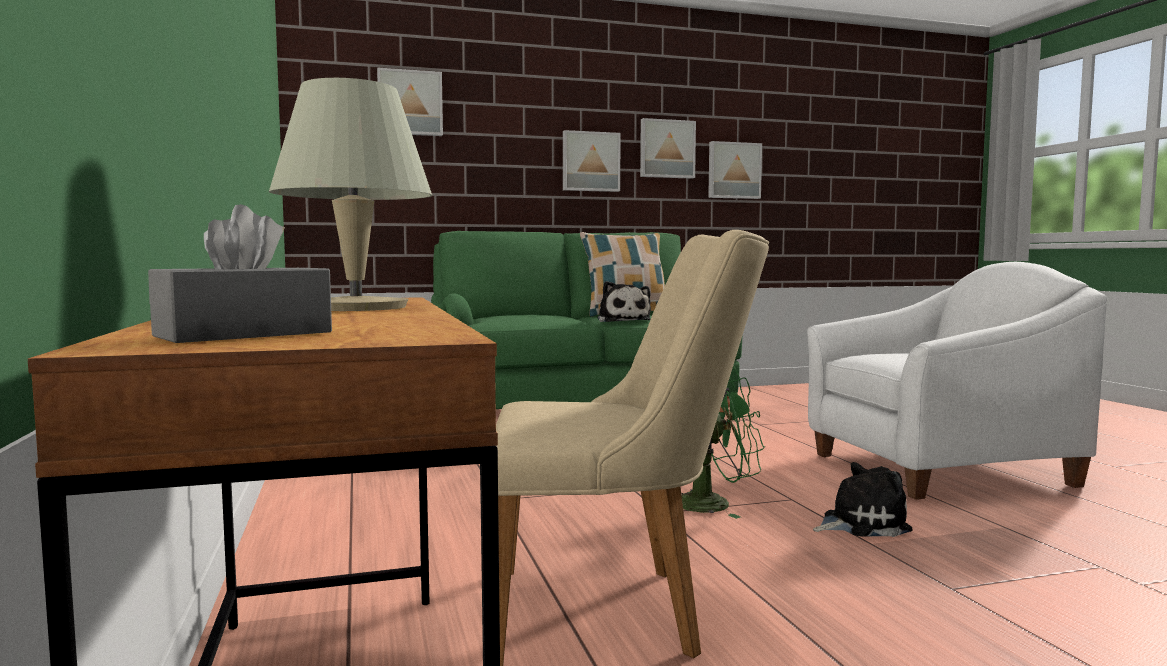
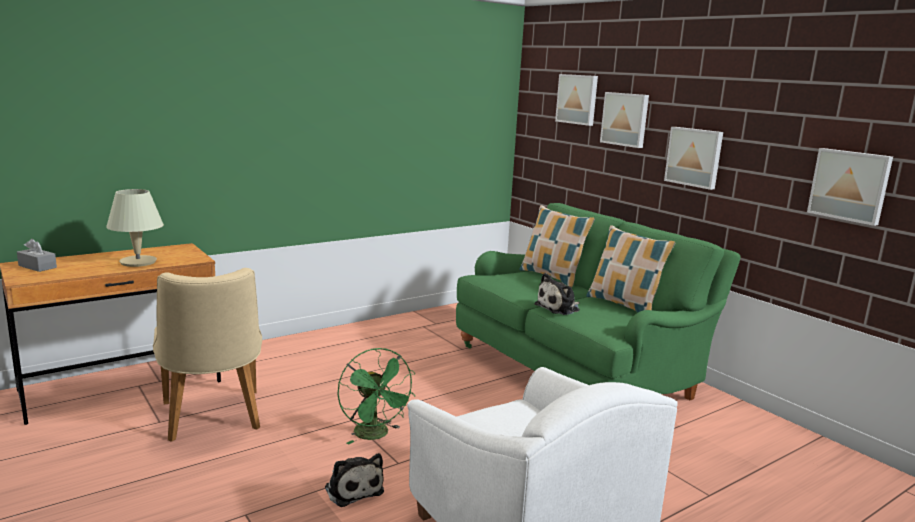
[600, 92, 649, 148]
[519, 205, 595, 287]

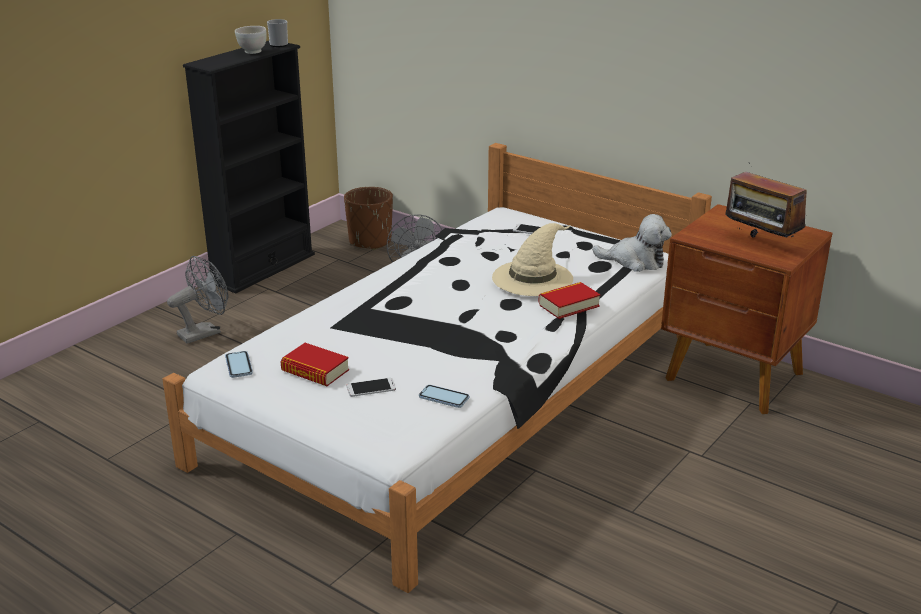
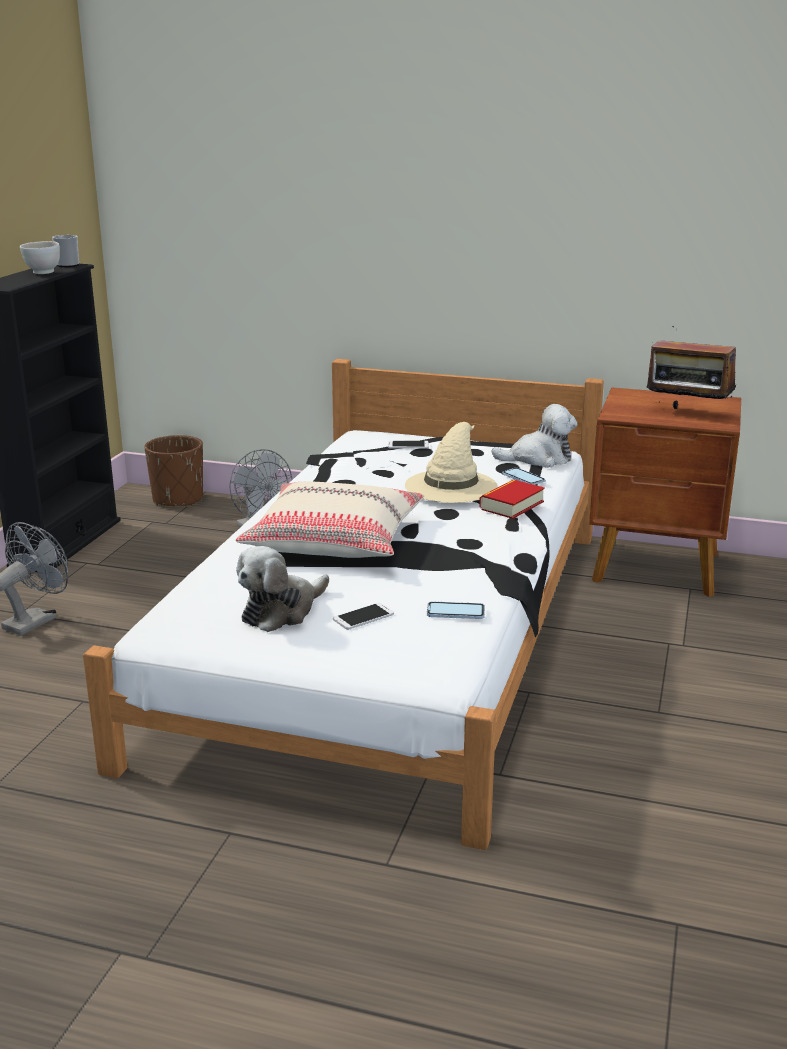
[502, 468, 545, 485]
[236, 546, 329, 632]
[236, 482, 424, 558]

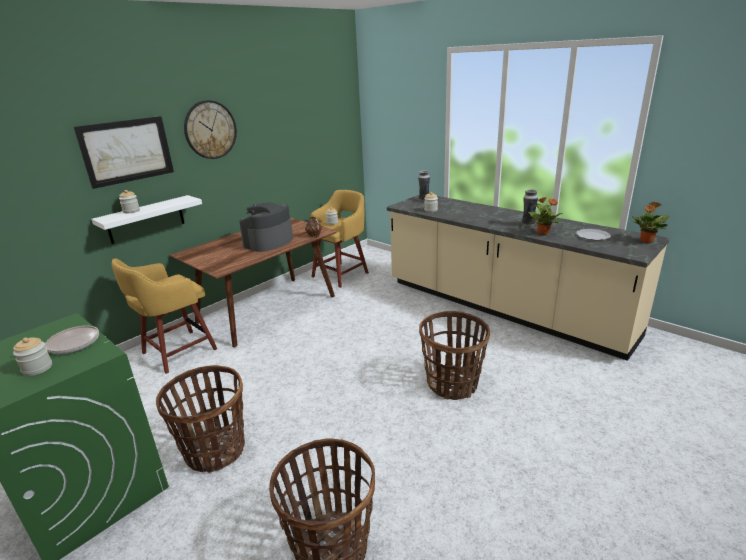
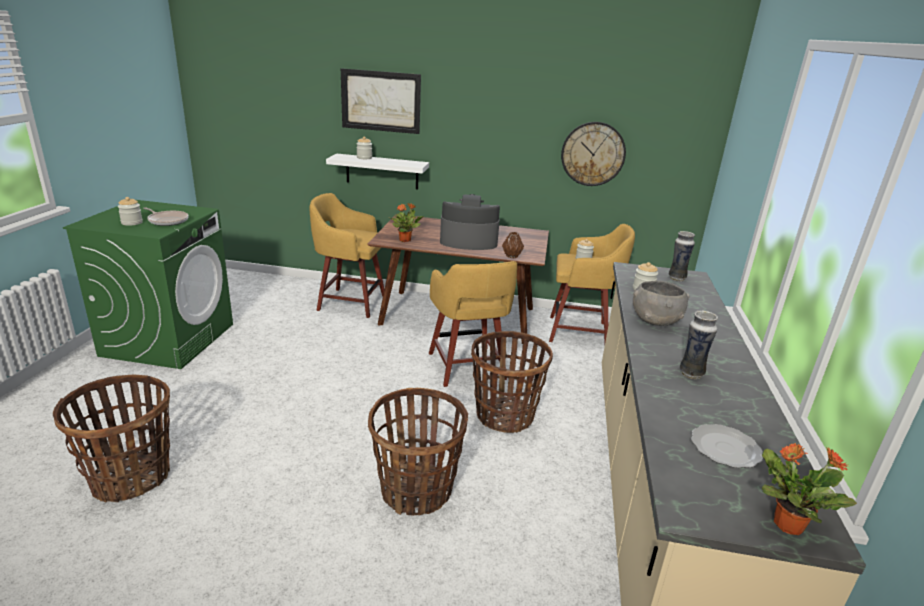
[471, 331, 553, 433]
[561, 122, 626, 186]
[388, 203, 424, 242]
[429, 261, 517, 387]
[633, 281, 690, 326]

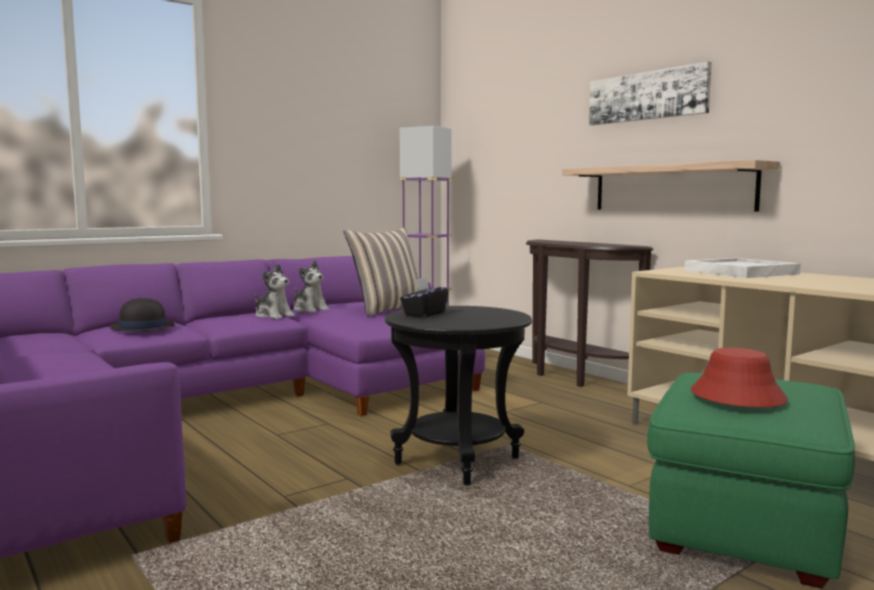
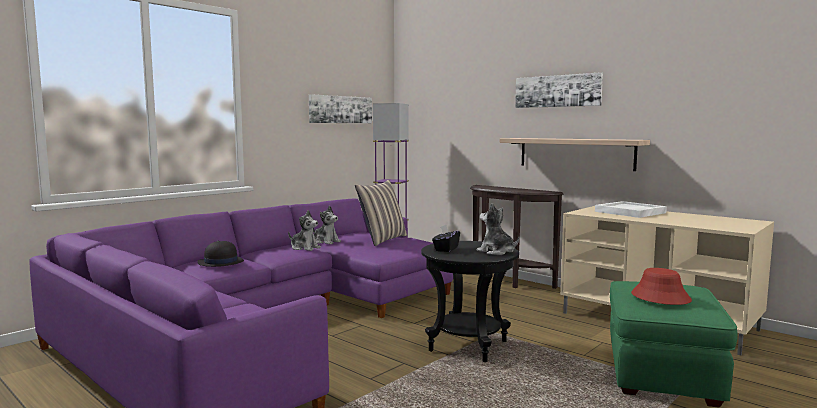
[309, 94, 372, 123]
[477, 203, 519, 255]

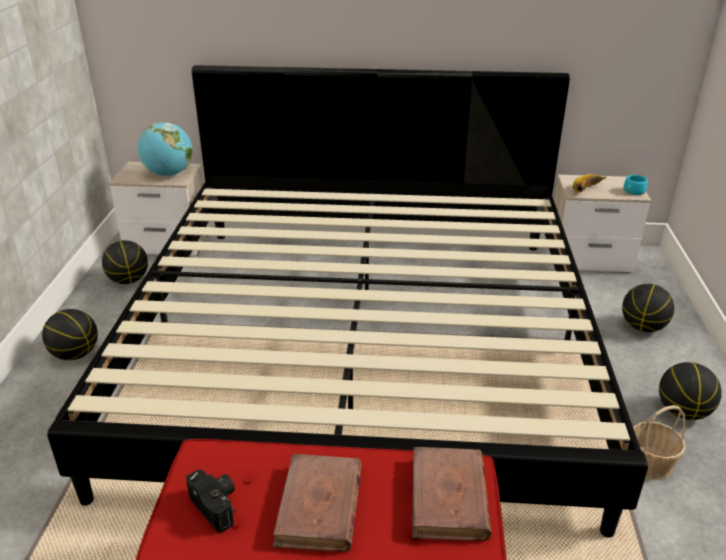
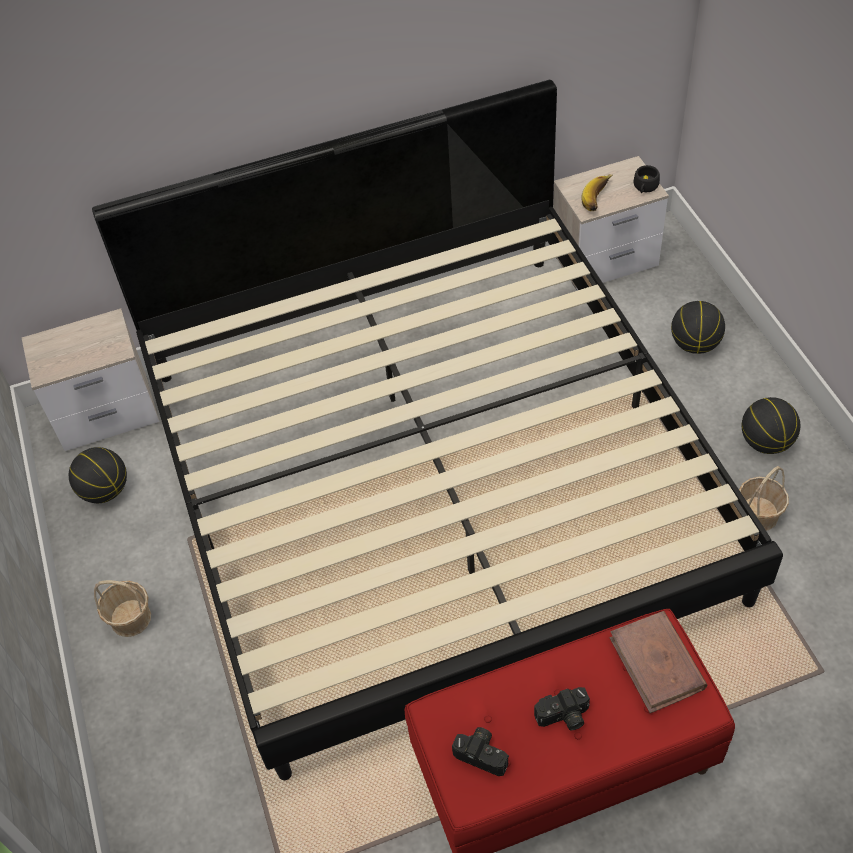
[94, 580, 151, 637]
[138, 122, 193, 176] (first image)
[534, 687, 590, 730]
[633, 165, 660, 193]

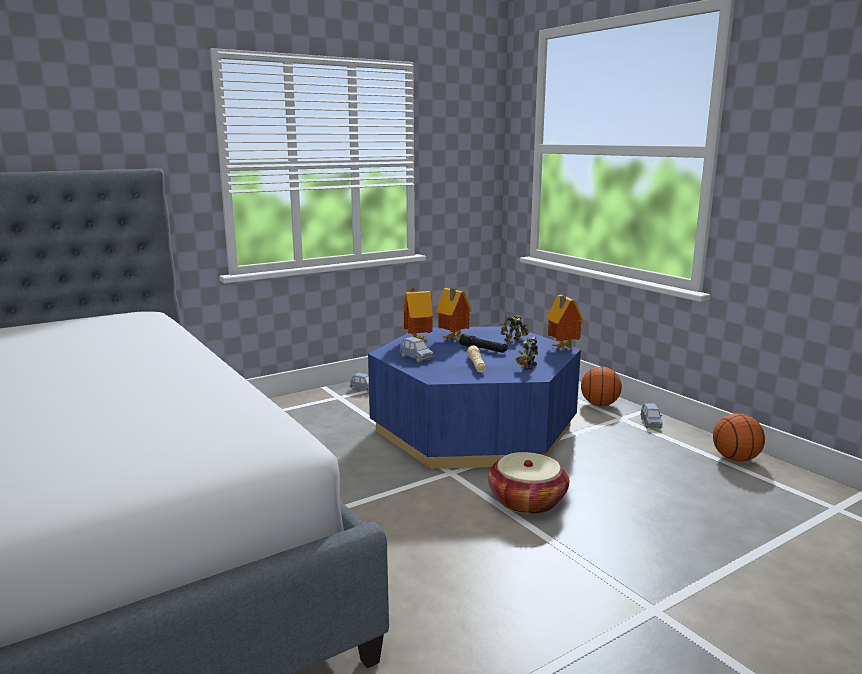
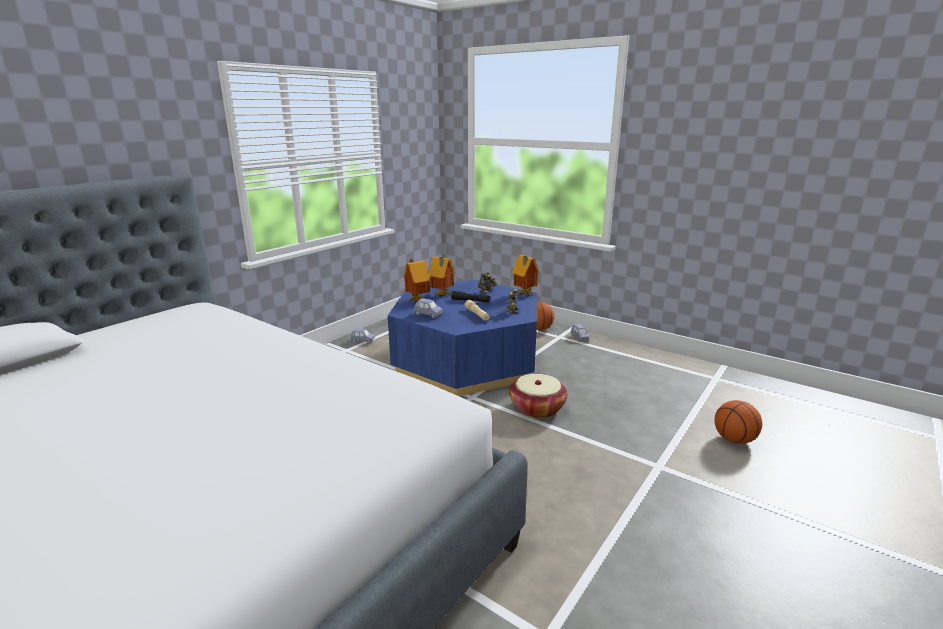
[715, 400, 762, 444]

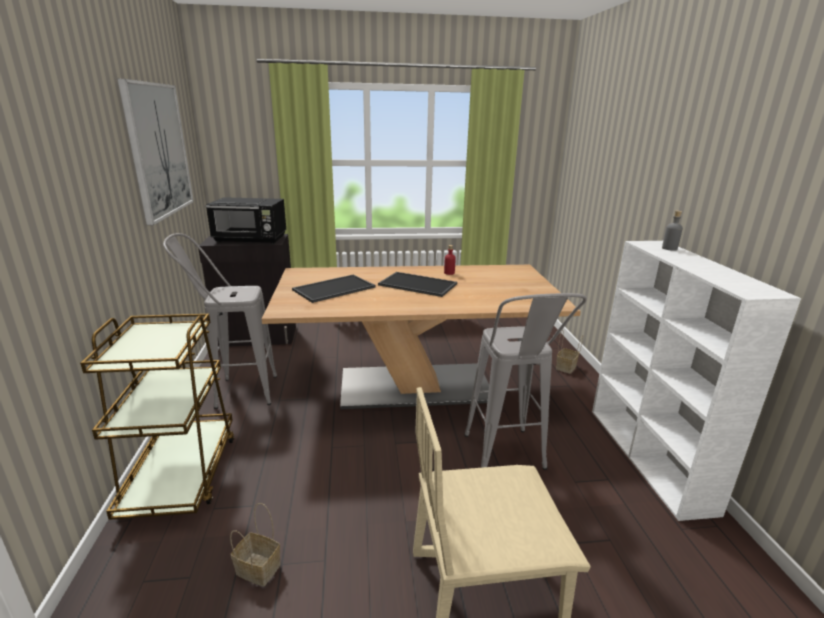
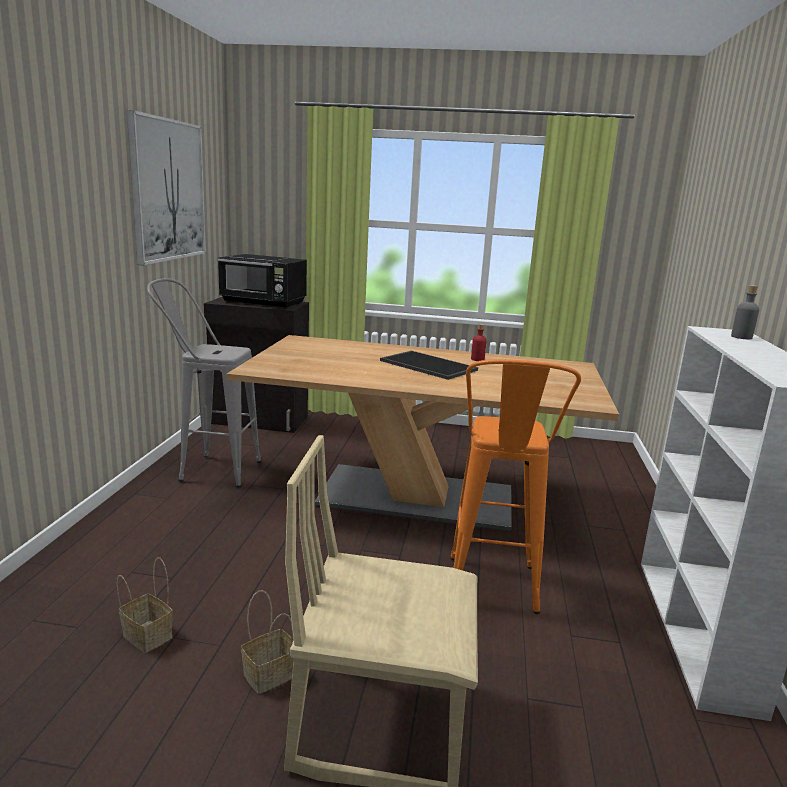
[80, 314, 235, 520] (first image)
[292, 275, 376, 303] (first image)
[450, 359, 581, 614]
[241, 590, 294, 694]

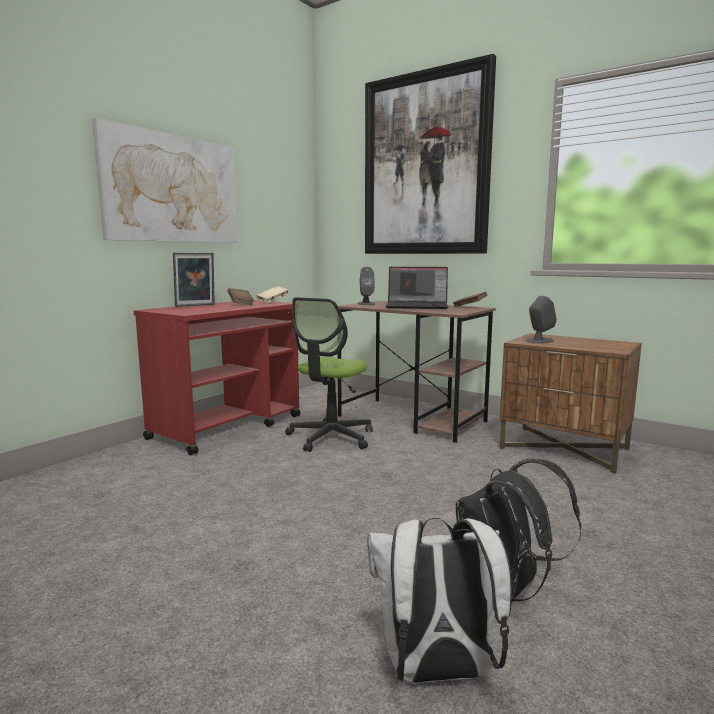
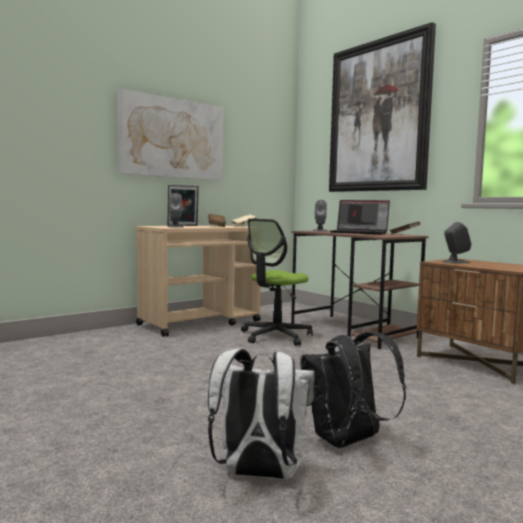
[135, 226, 261, 337]
[168, 193, 183, 228]

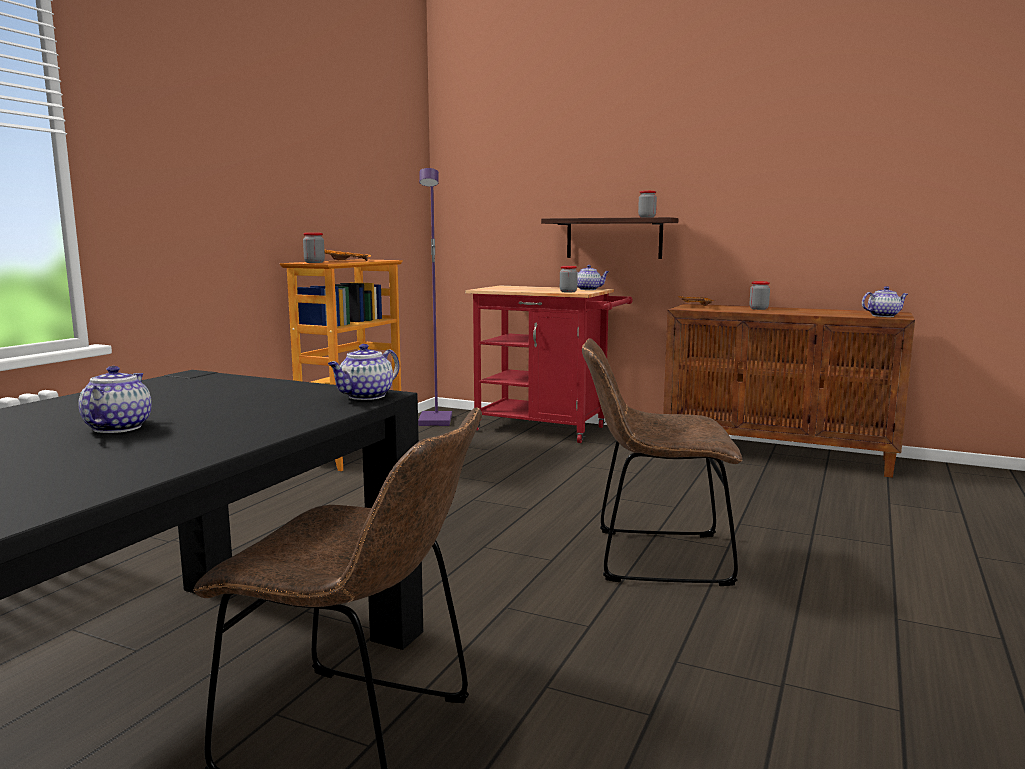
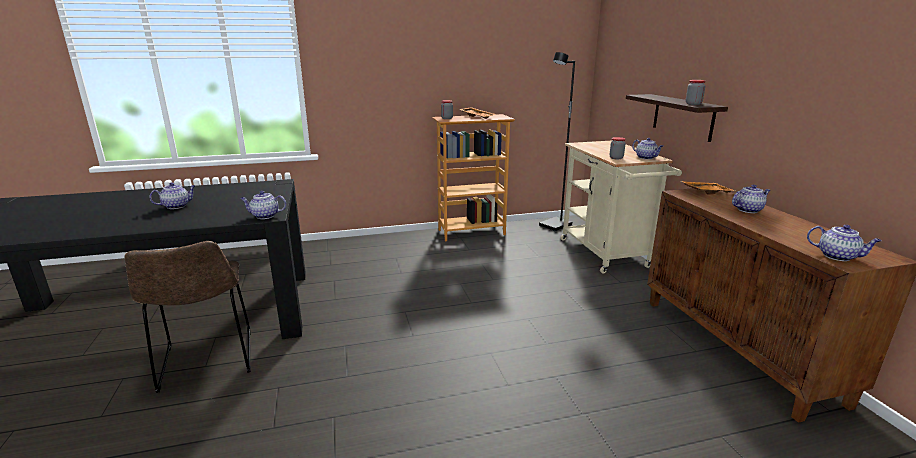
[539, 52, 575, 232]
[560, 140, 682, 273]
[582, 339, 742, 586] (first image)
[732, 184, 770, 213]

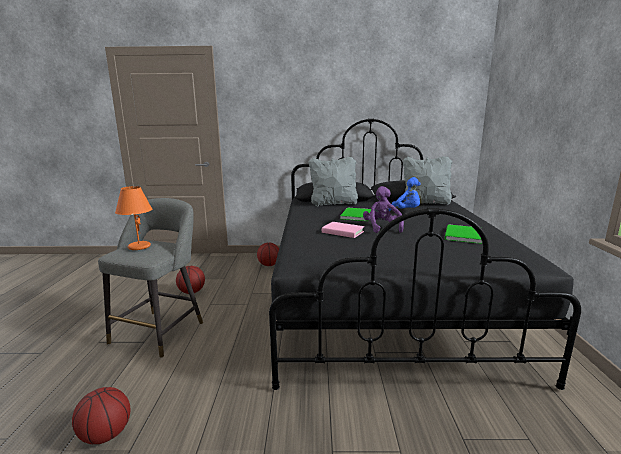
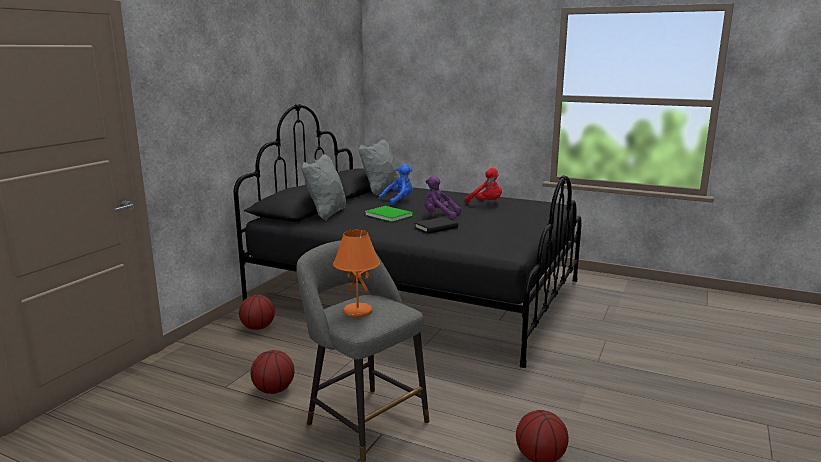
[414, 217, 458, 234]
[465, 168, 502, 204]

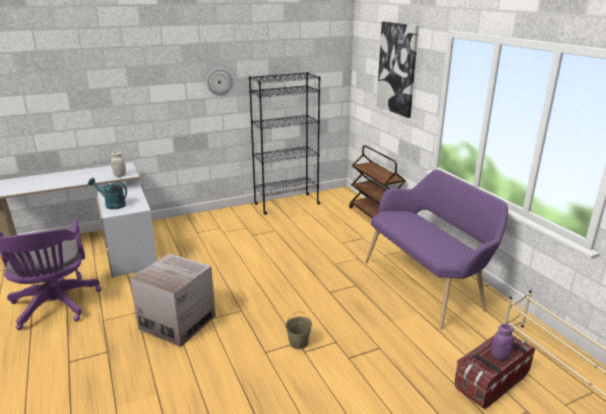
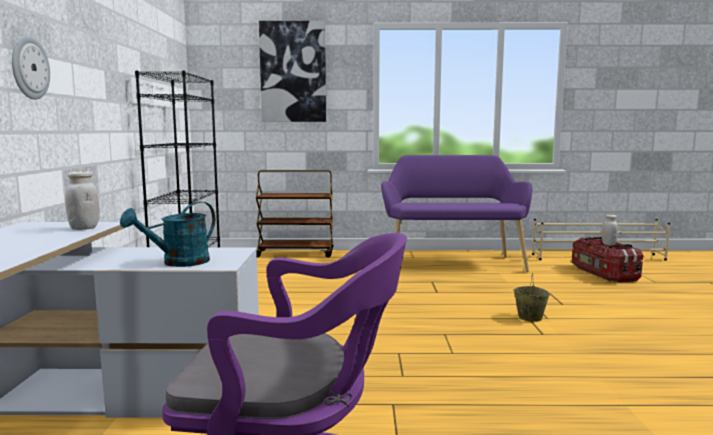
[130, 253, 216, 347] (first image)
[12, 36, 50, 100]
[602, 214, 618, 245]

